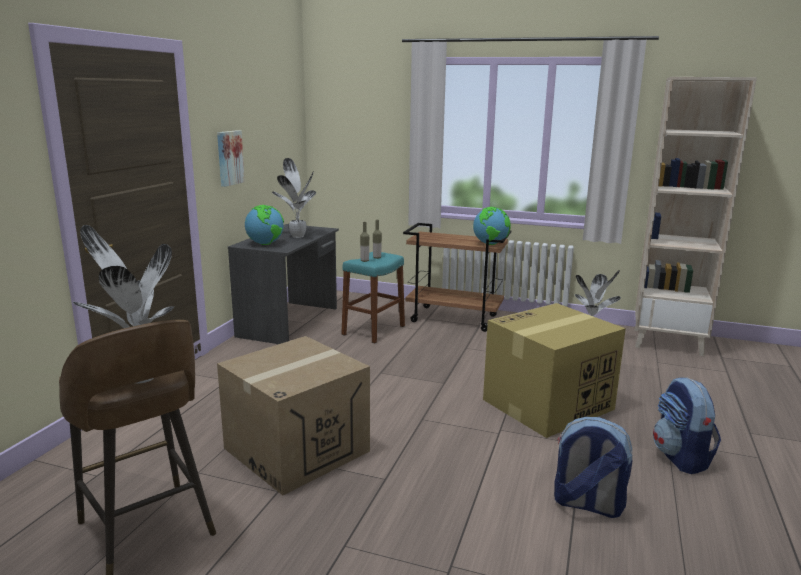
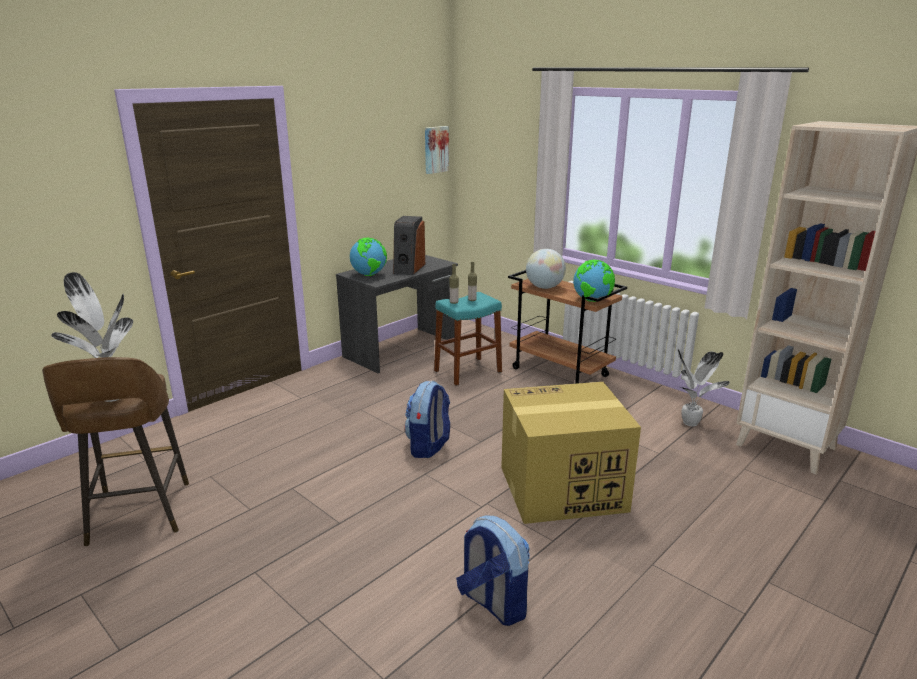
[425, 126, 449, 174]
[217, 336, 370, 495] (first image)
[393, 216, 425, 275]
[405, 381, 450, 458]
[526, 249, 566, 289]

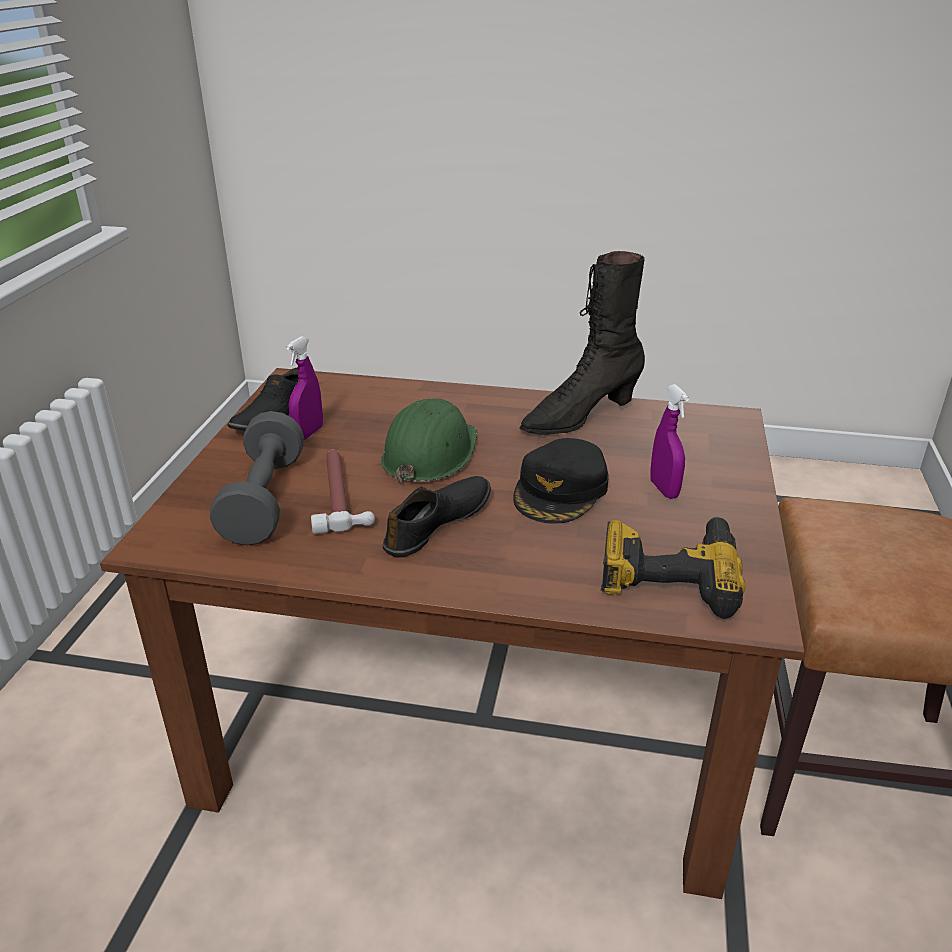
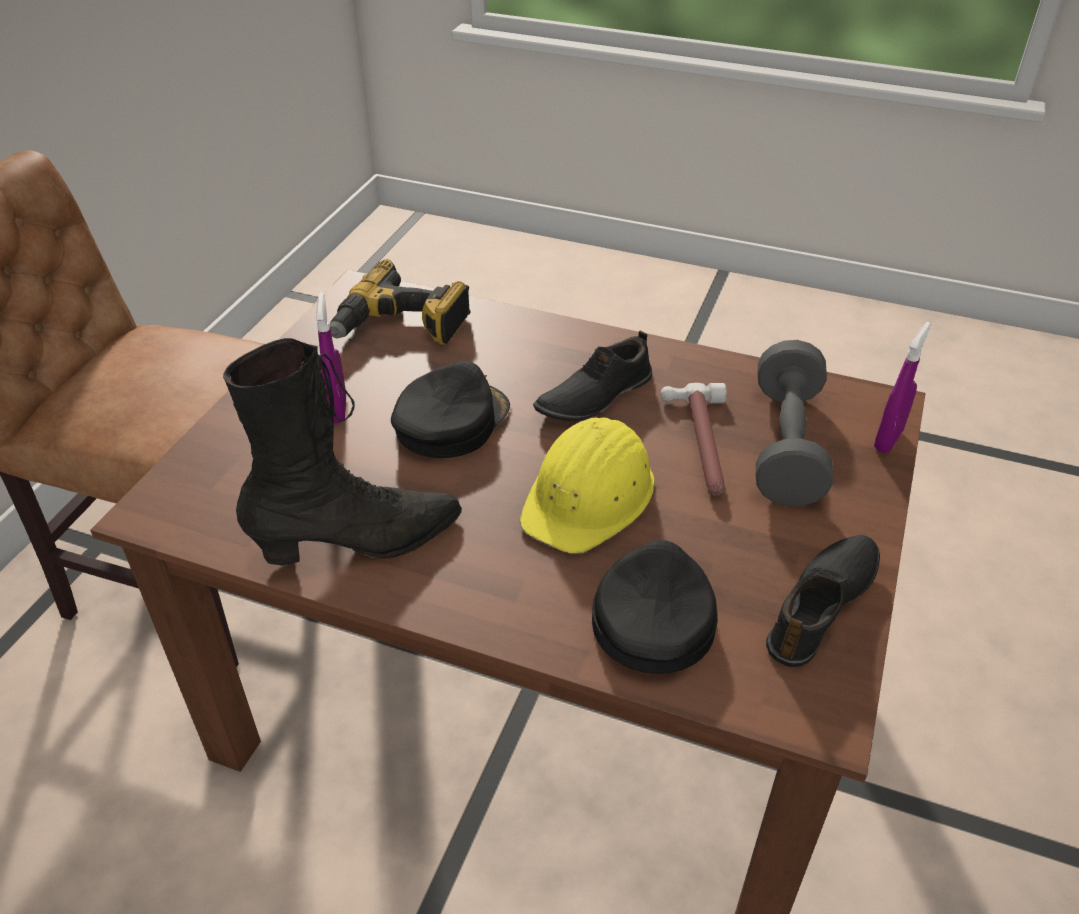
[874, 322, 931, 453]
[520, 418, 655, 554]
[592, 540, 718, 674]

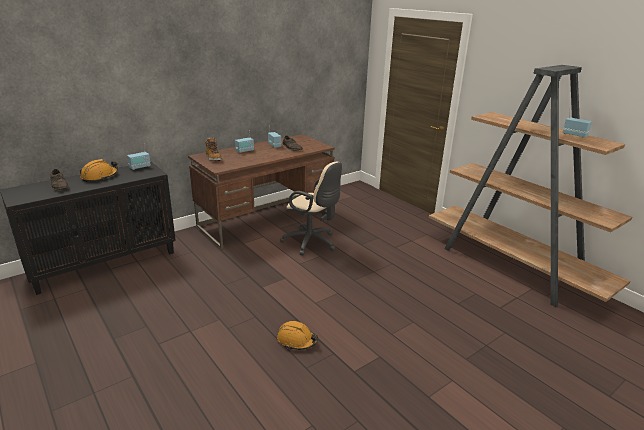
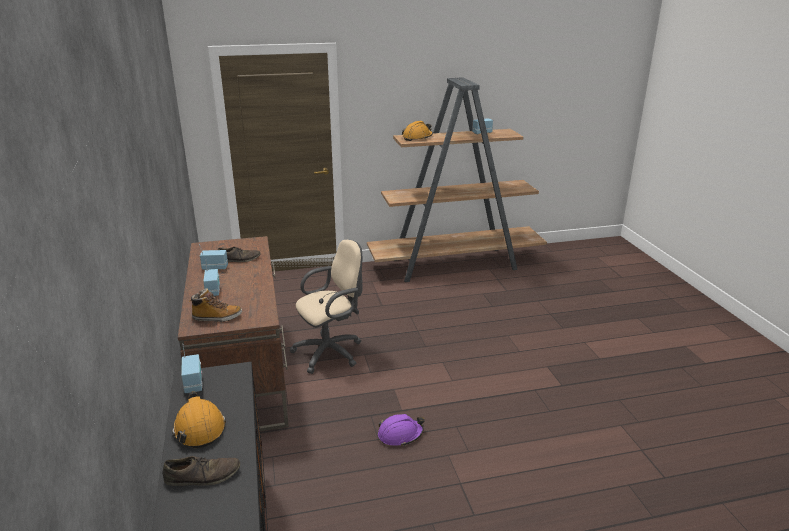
[402, 121, 433, 141]
[378, 414, 425, 446]

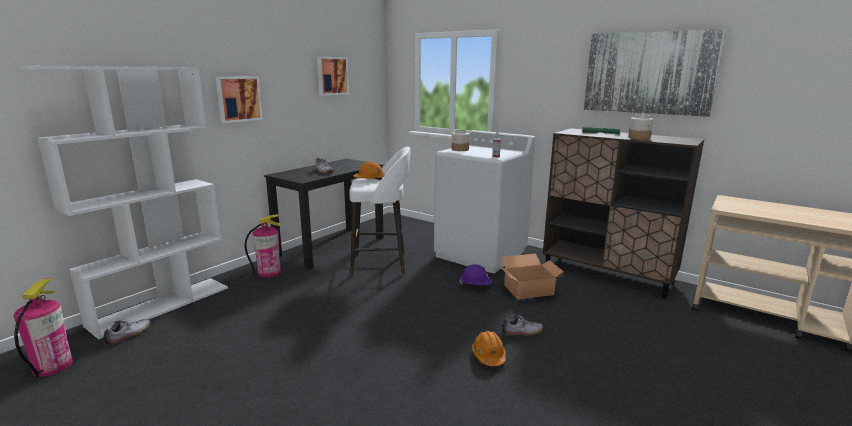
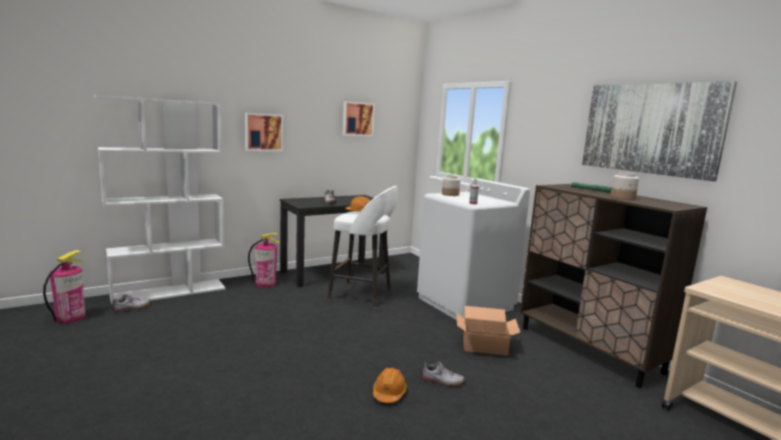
[460, 264, 492, 285] (first image)

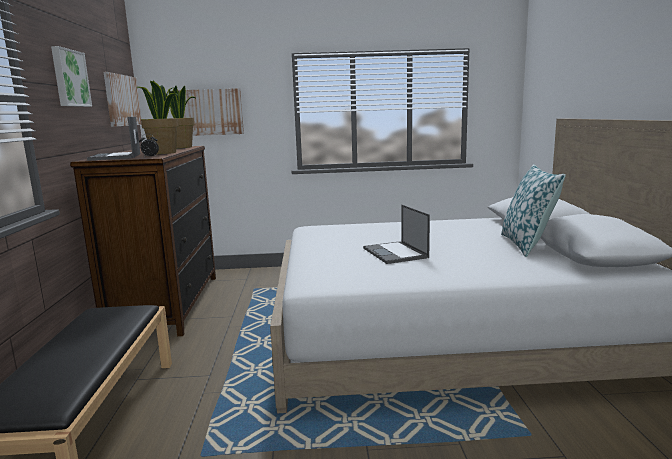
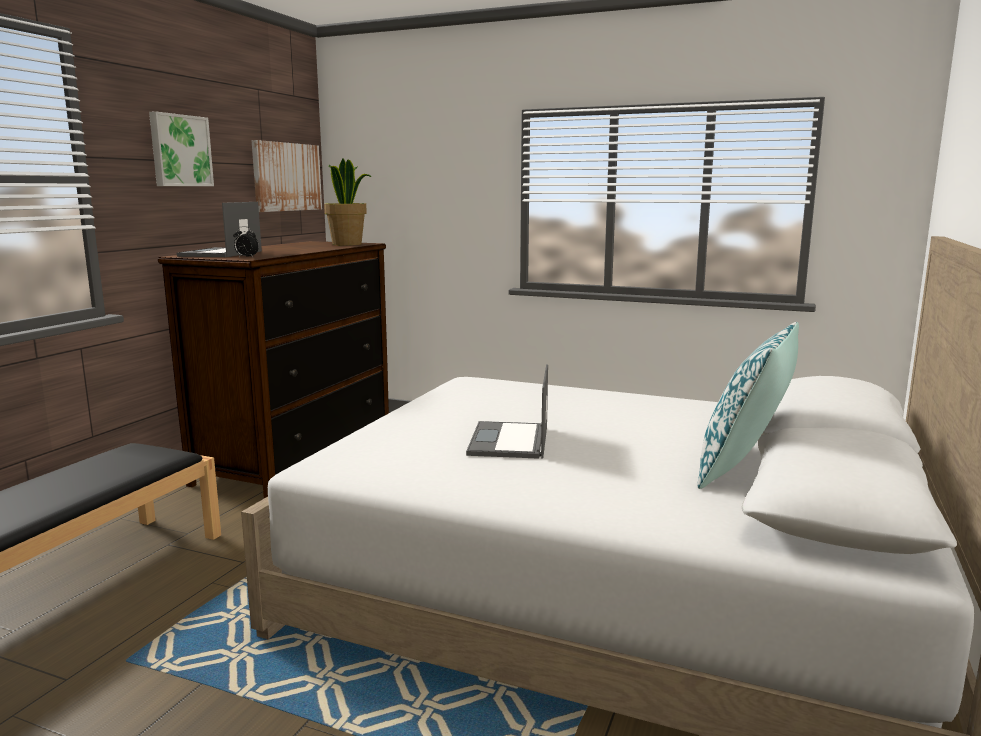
[136, 80, 179, 154] (first image)
[172, 88, 244, 136] (first image)

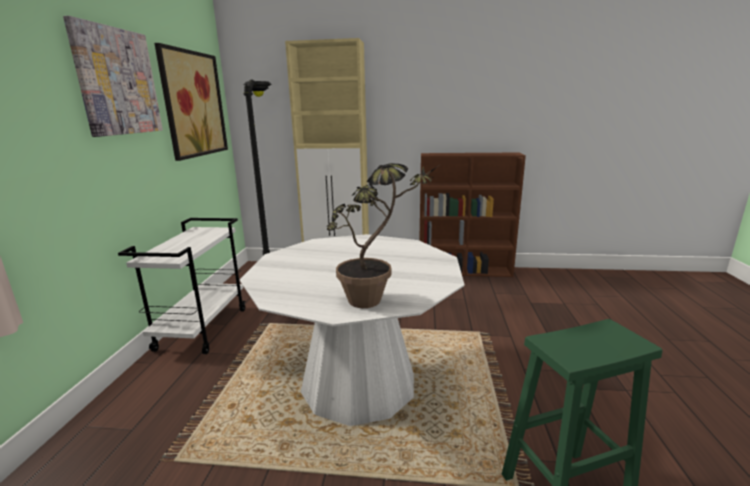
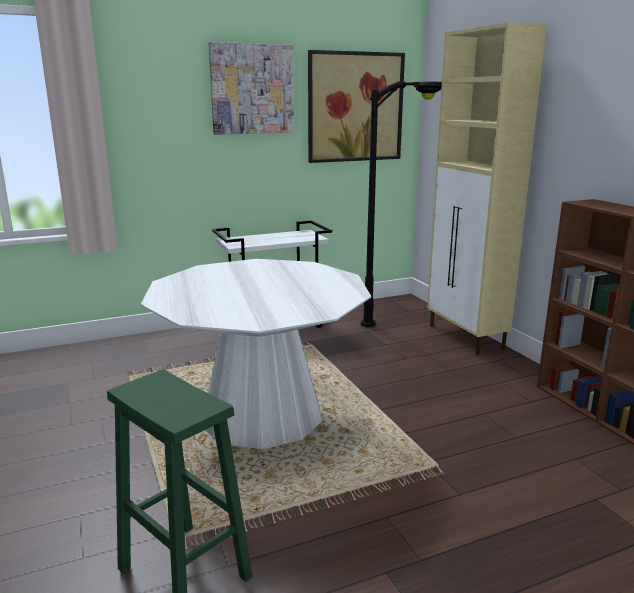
[326, 163, 441, 308] (first image)

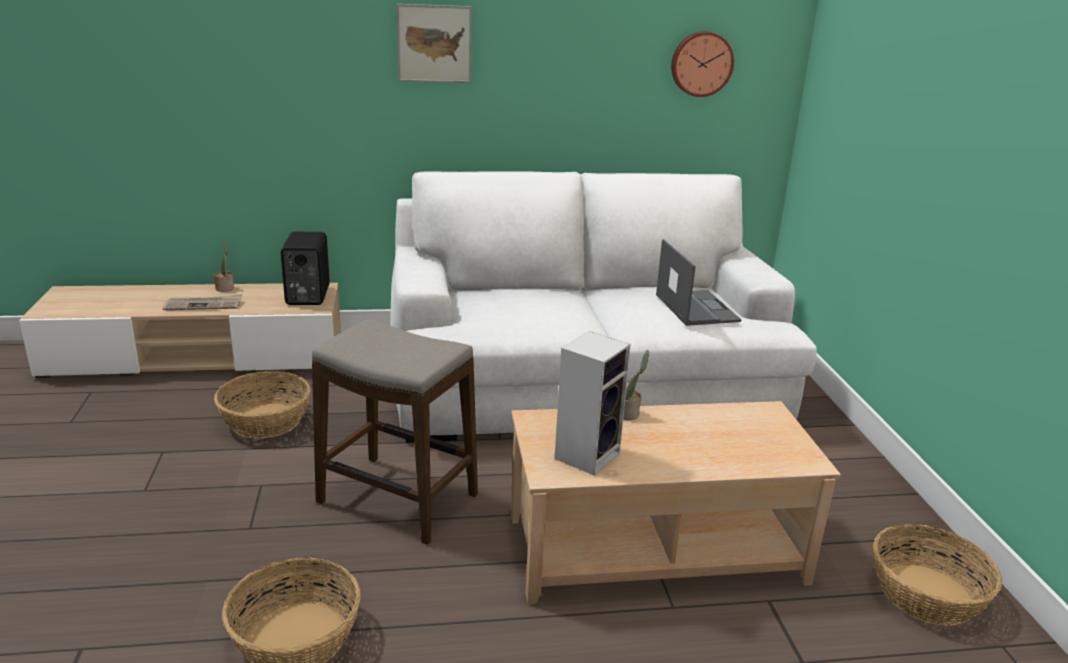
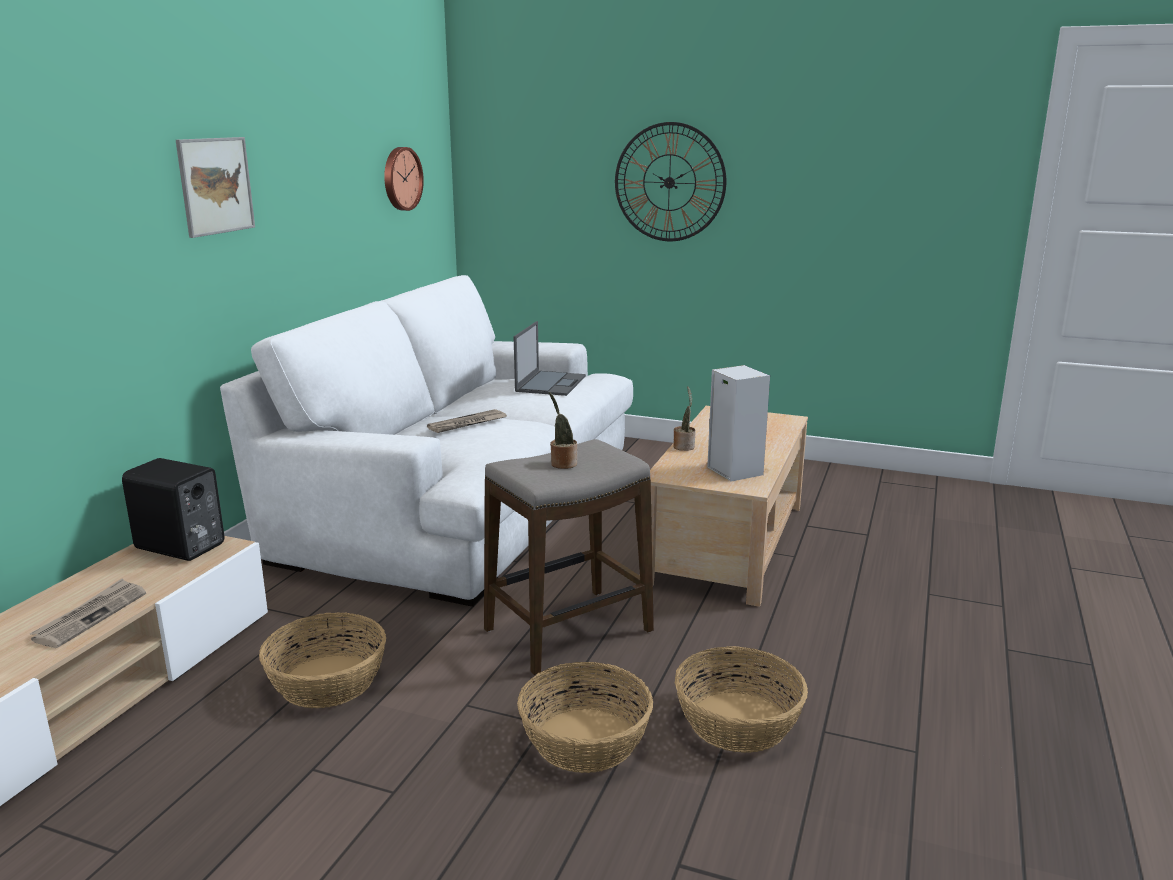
[549, 392, 577, 469]
[514, 321, 586, 396]
[517, 662, 653, 773]
[427, 409, 507, 433]
[615, 122, 726, 241]

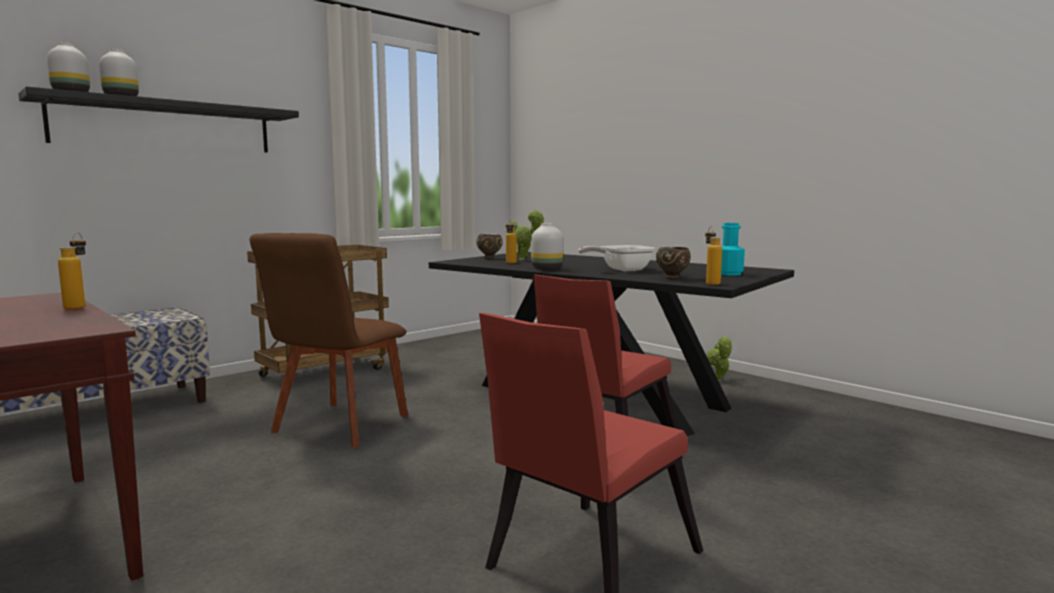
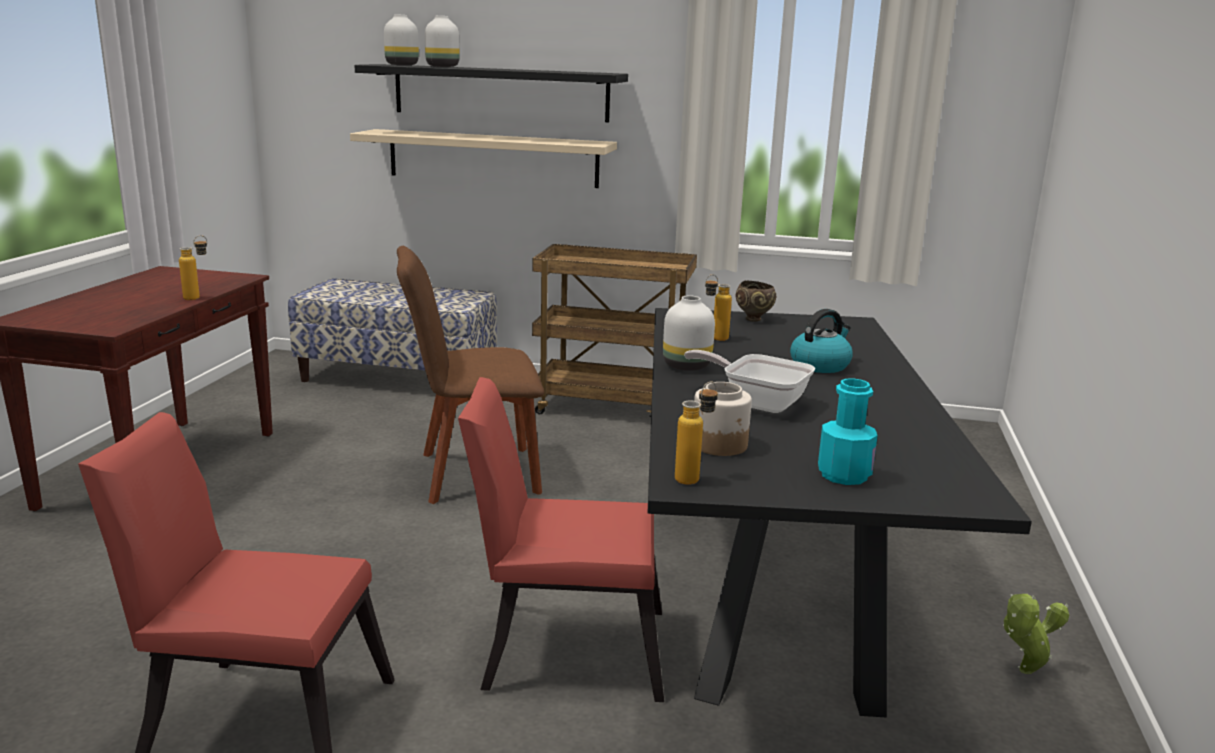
[509, 210, 545, 260] (first image)
[694, 382, 752, 456]
[350, 129, 617, 188]
[790, 309, 852, 373]

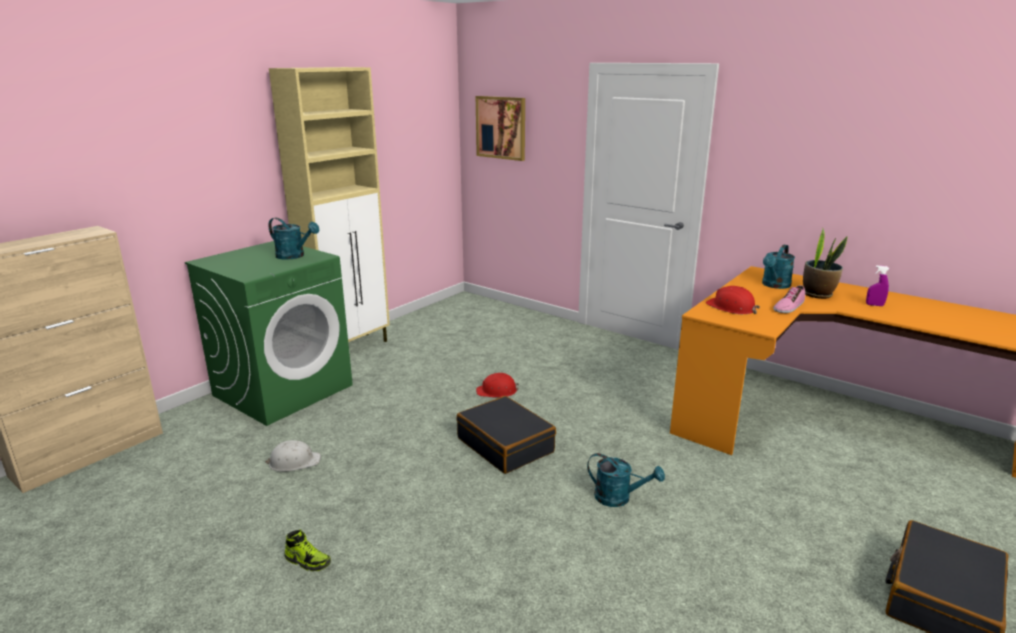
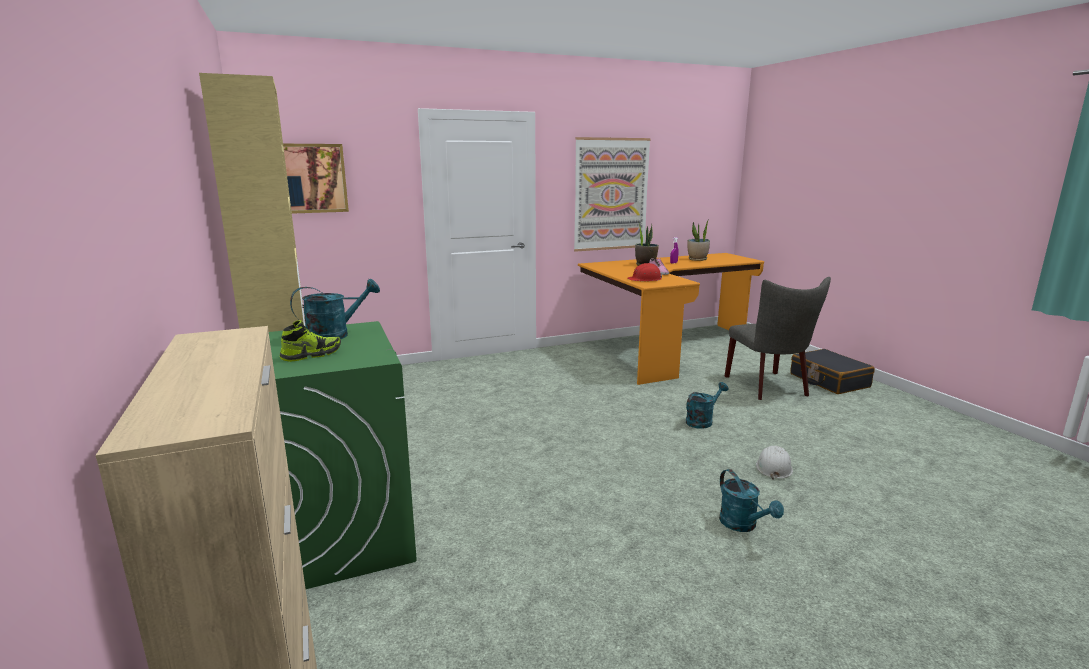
[756, 446, 793, 480]
[280, 320, 341, 362]
[456, 396, 556, 474] (first image)
[476, 373, 519, 398] (first image)
[719, 469, 784, 532]
[574, 137, 651, 252]
[687, 221, 710, 261]
[725, 277, 831, 400]

